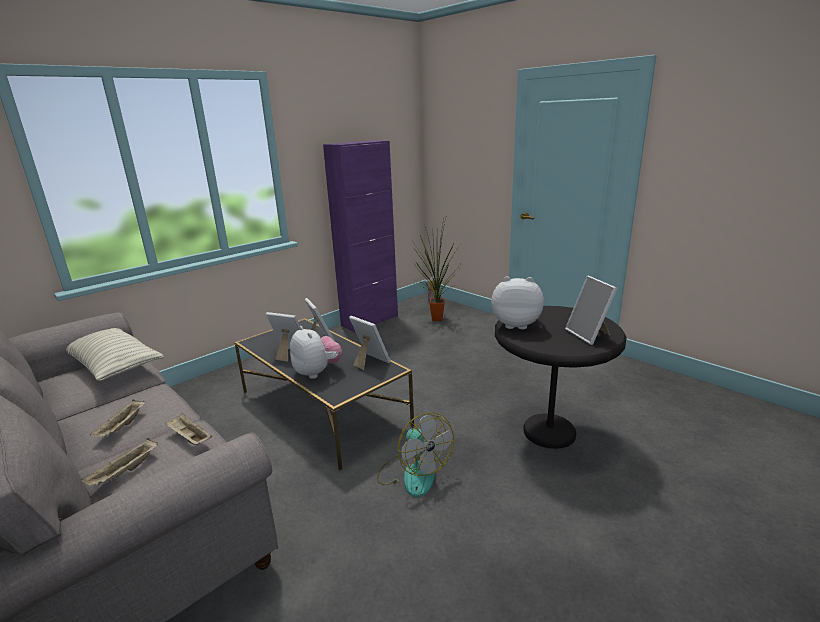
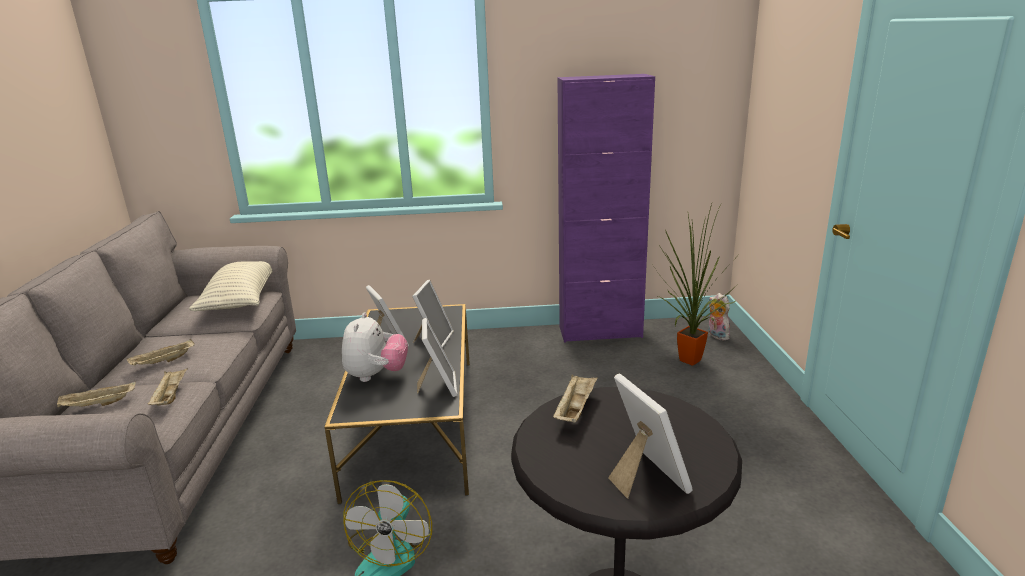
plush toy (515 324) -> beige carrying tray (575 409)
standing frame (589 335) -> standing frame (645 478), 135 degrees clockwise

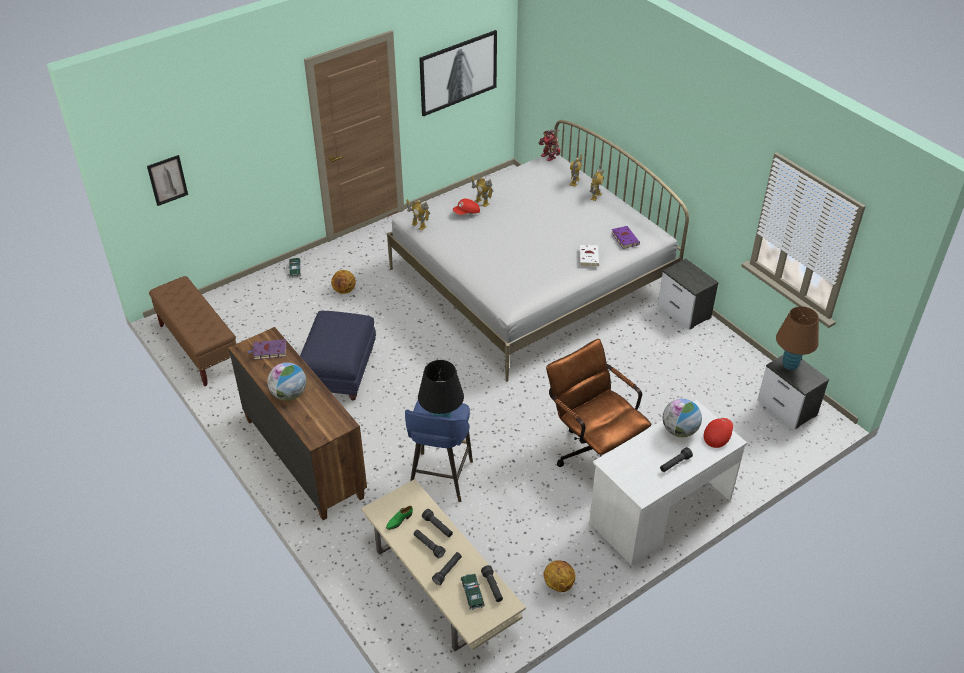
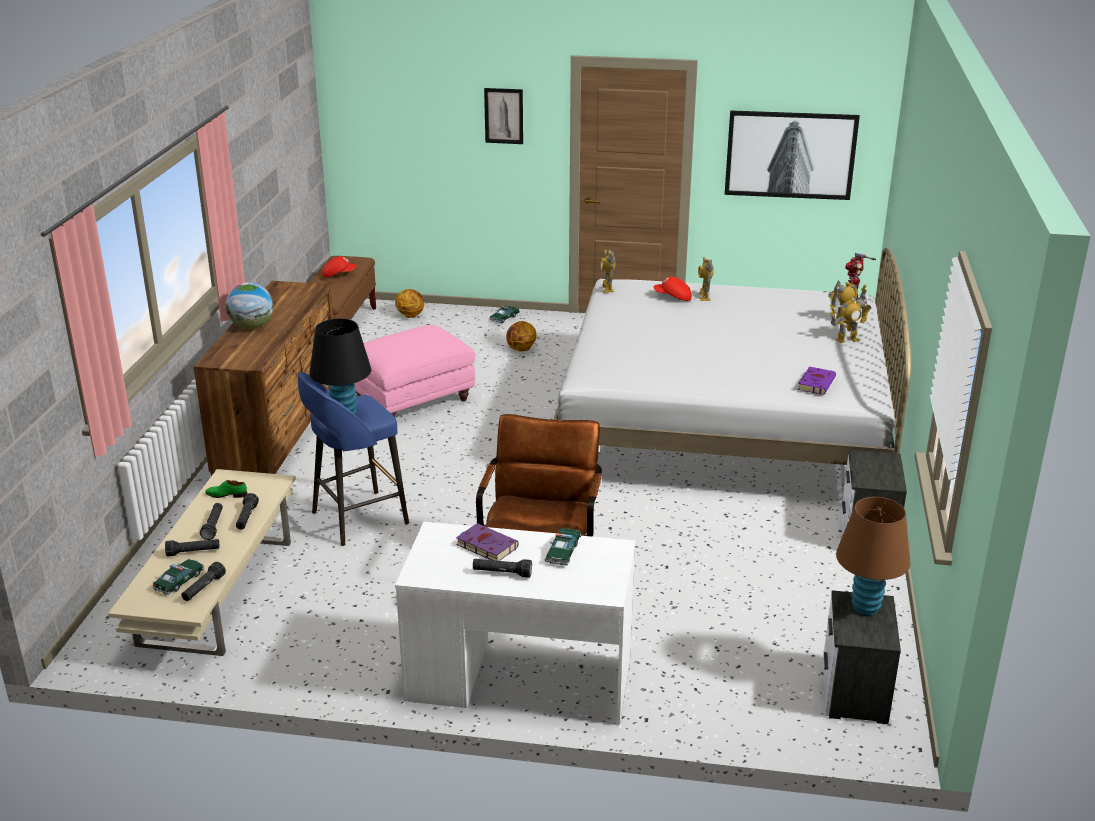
red-coloured peaked cap (717 436) -> red-coloured peaked cap (338 274), move
blue ottoman (339 371) -> pinkish ottoman (414 400)
ball for basketball (558 584) -> ball for basketball (410 316), move
purple-coloured volume (269 351) -> purple-coloured volume (485 545), move
wall art (167 180) -> wall art (504 116), move
globe (679 430) -> toy car (563 552)
white-coloured volume (588 257) -> none

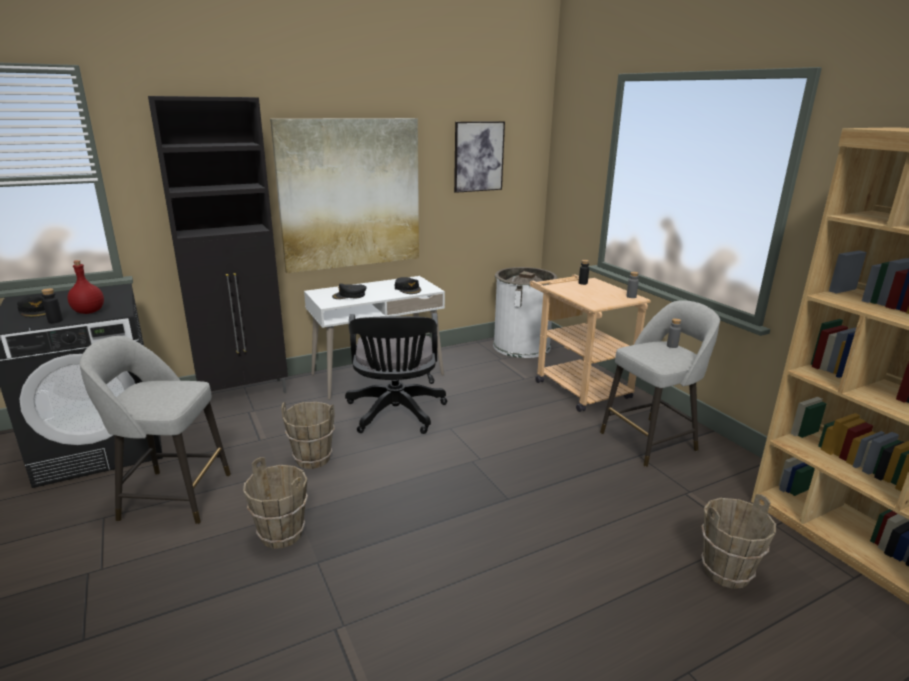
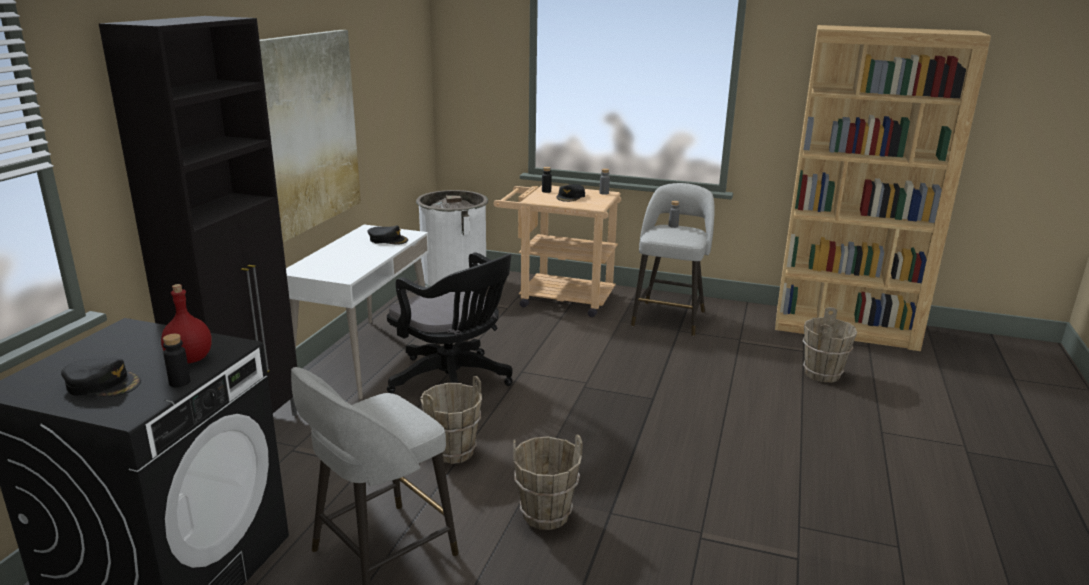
blackish peaked cap (349 295) -> blackish peaked cap (571 197), move
wall art (478 156) -> none

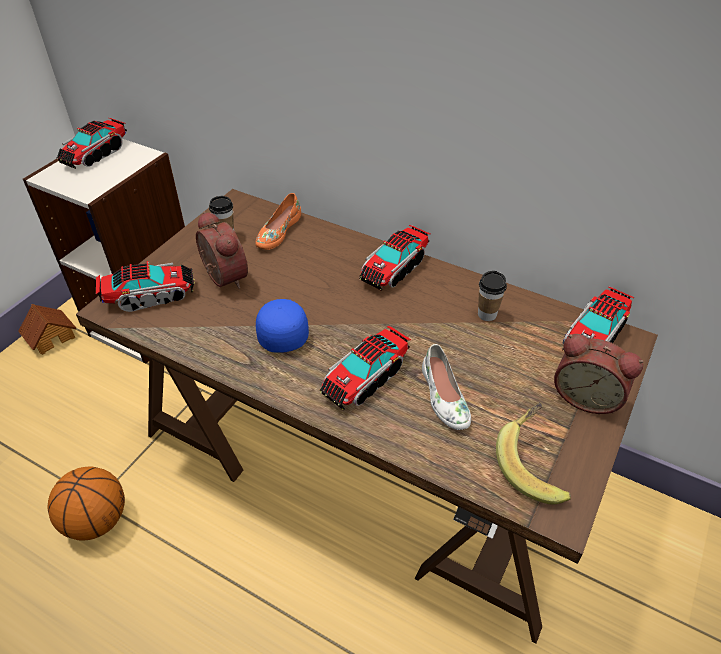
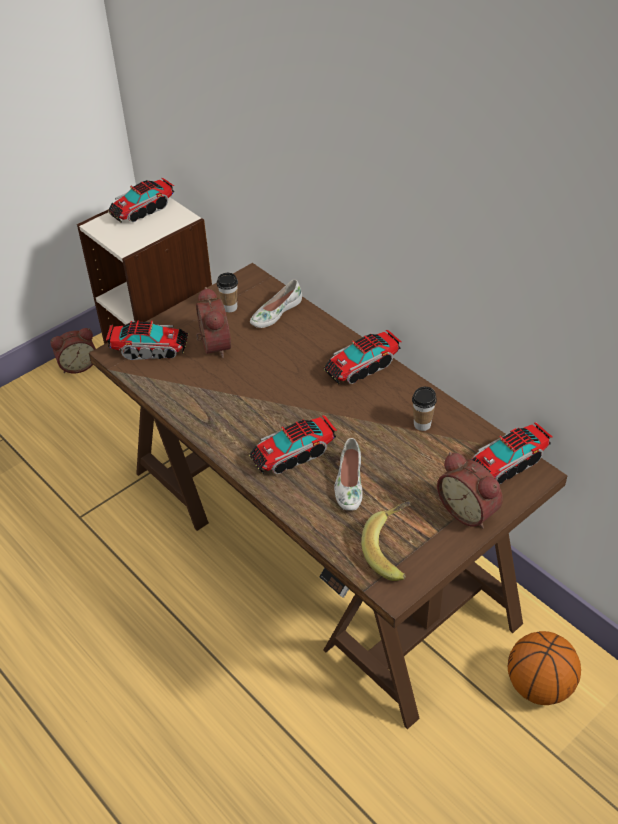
toy house (51 337) -> table clock (78 365)
orangey shoe (278 231) -> white-coloured shoe (275 312)
ball for basketball (97 520) -> ball for basketball (539 686), move
blue peaked cap (280 330) -> none

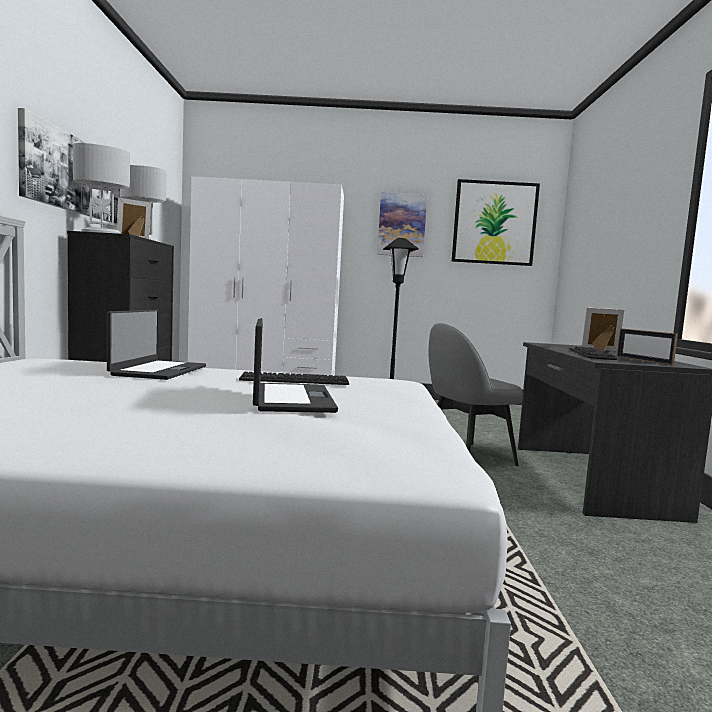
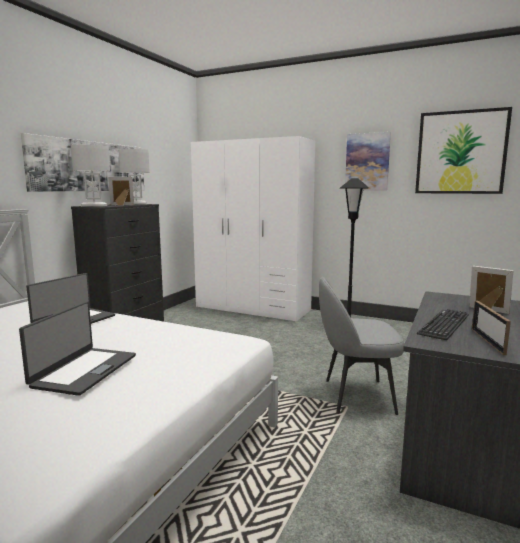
computer keyboard (295 380) -> none

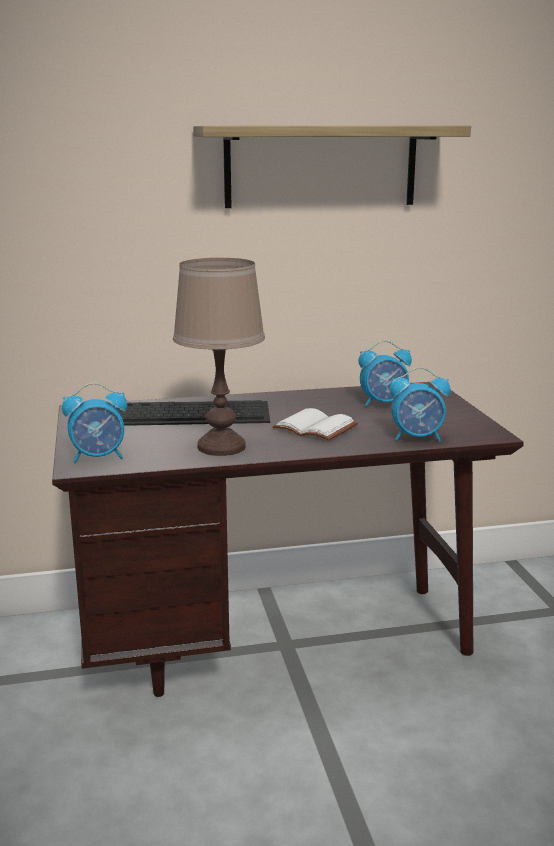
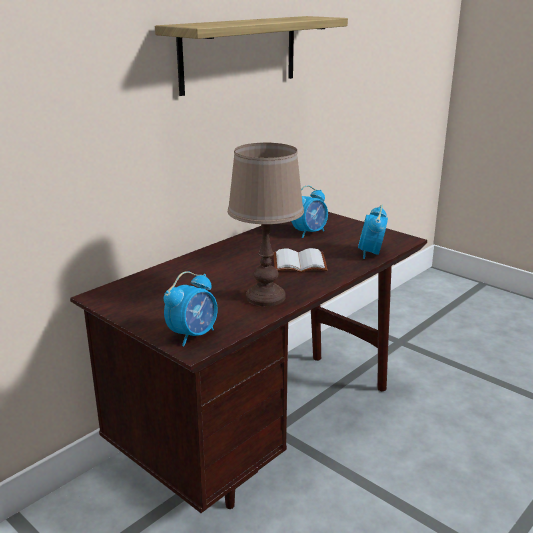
table clock (417 438) -> table clock (371 253), 135 degrees clockwise
computer keyboard (190 414) -> none

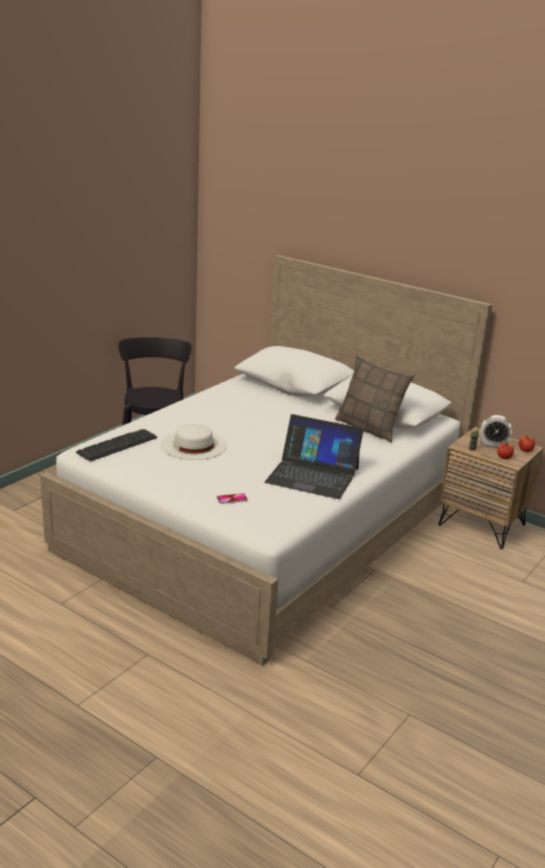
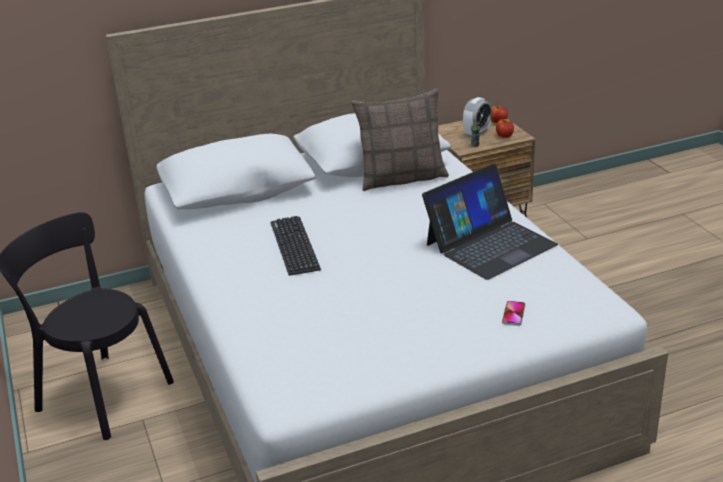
computer keyboard (117 445) -> computer keyboard (294 246), move
white-coloured clothing hat (193 445) -> none

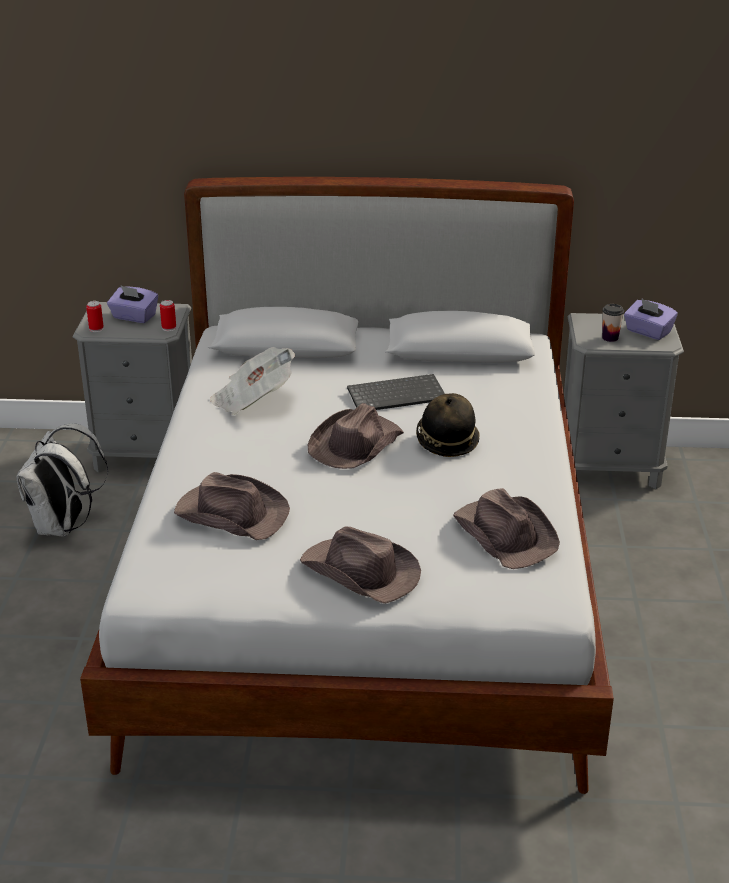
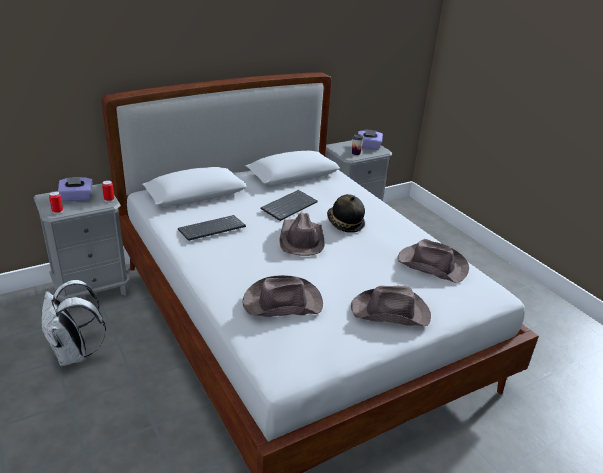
printed paper (253 400) -> computer keyboard (211 230)

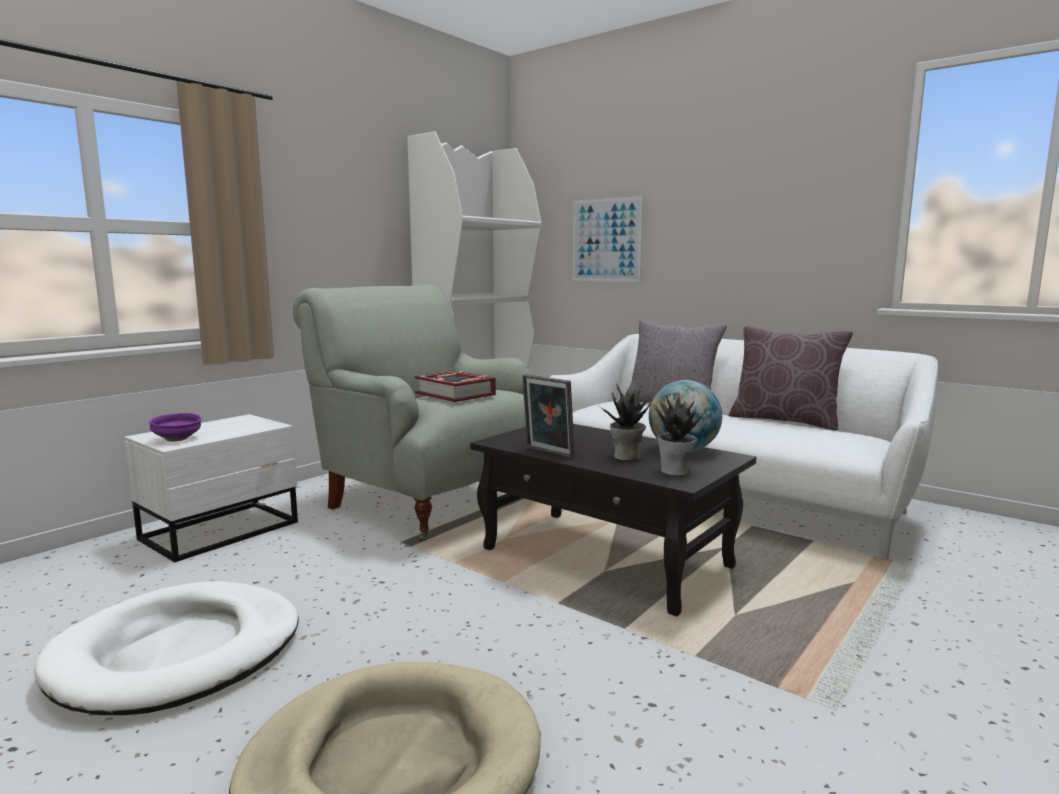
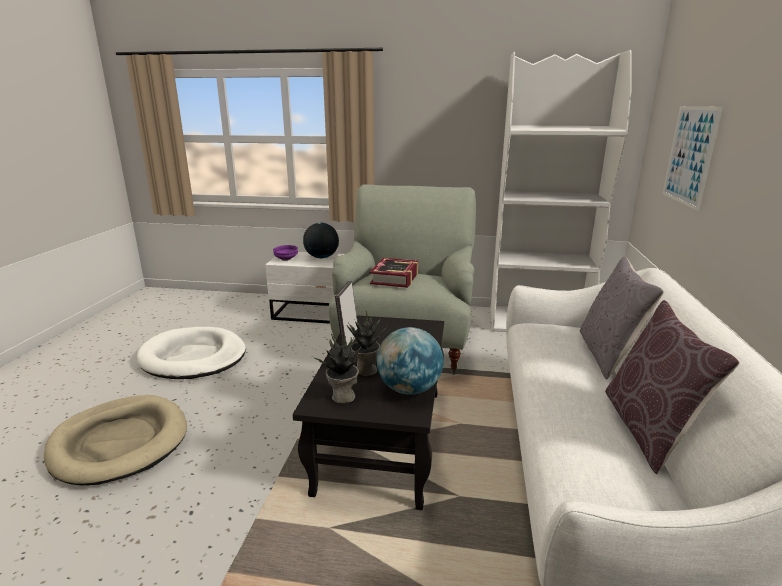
none -> globe (321 257)

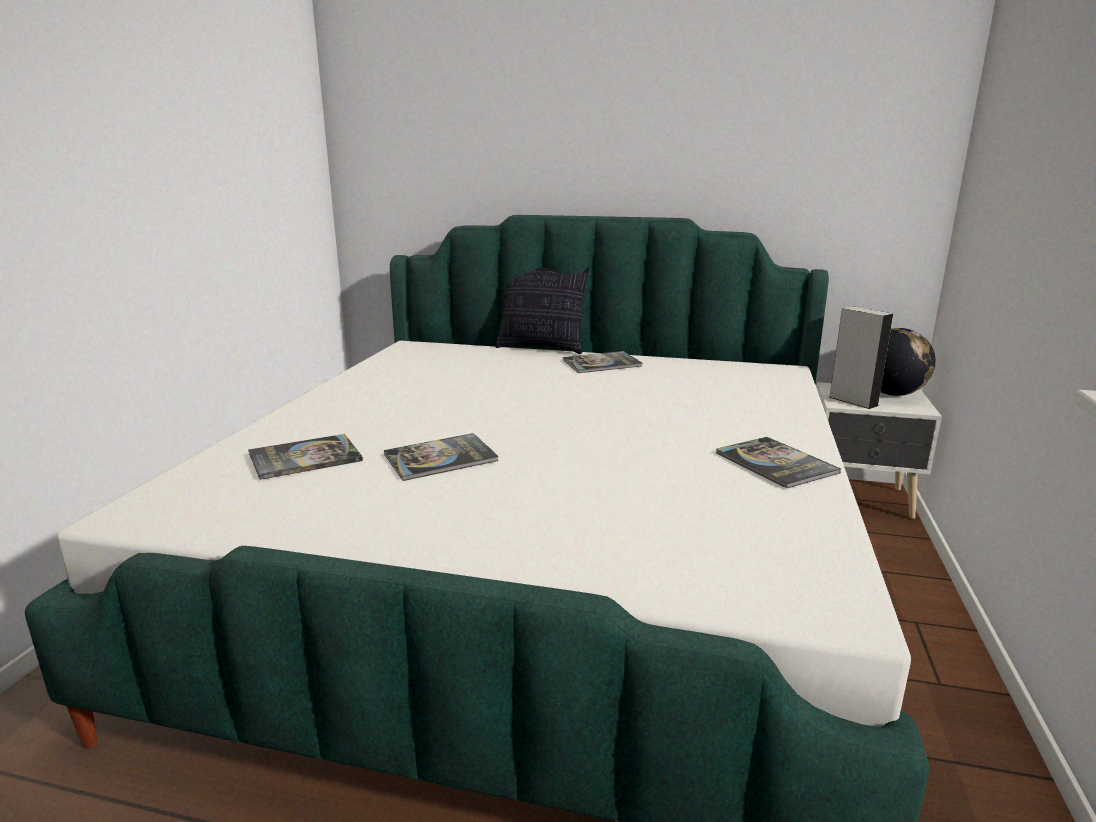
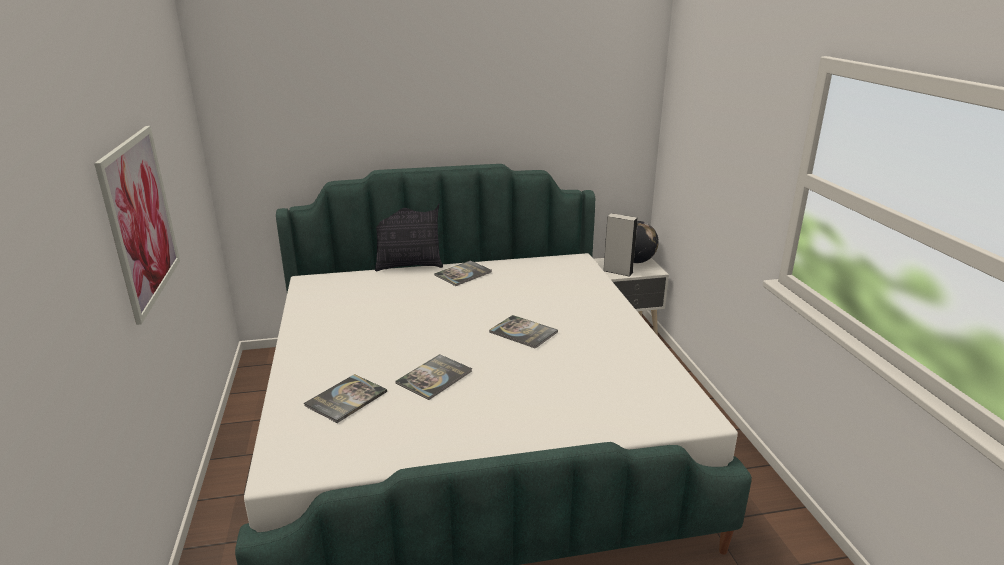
none -> wall art (141 219)
volume (775 463) -> volume (523 332), move

